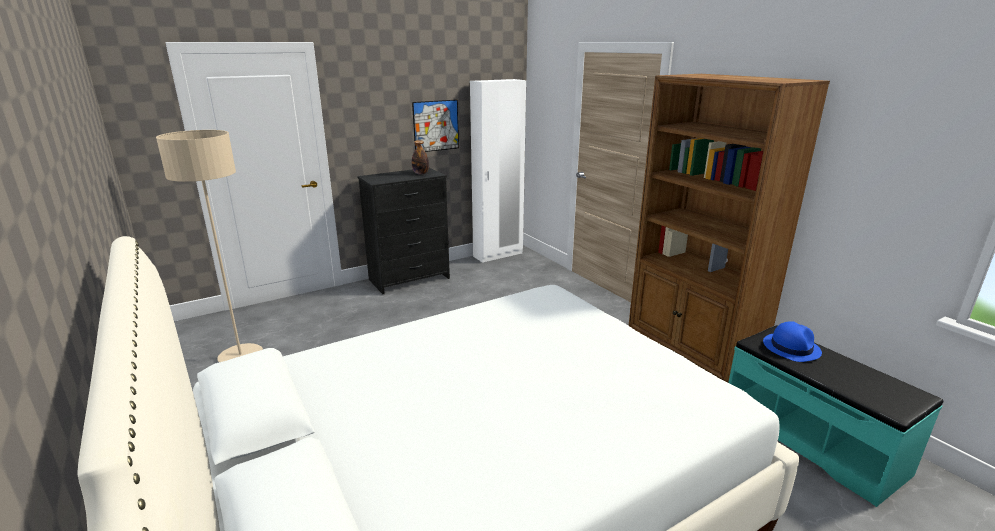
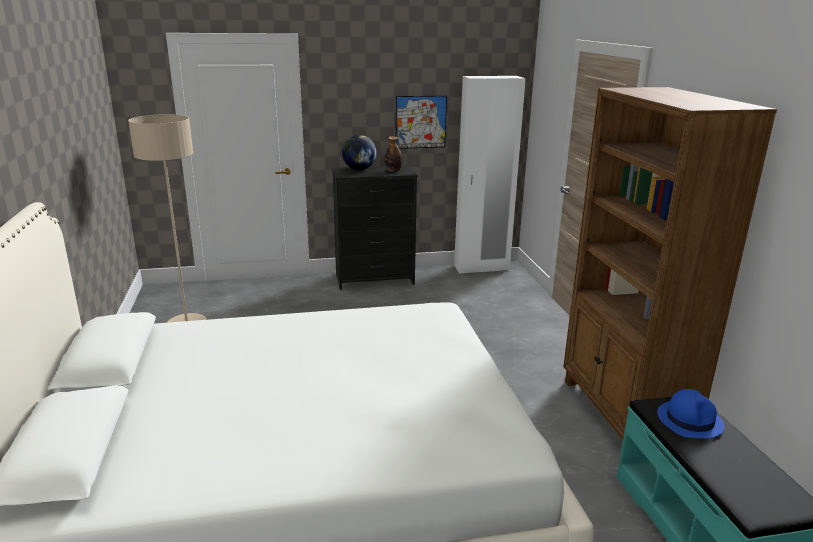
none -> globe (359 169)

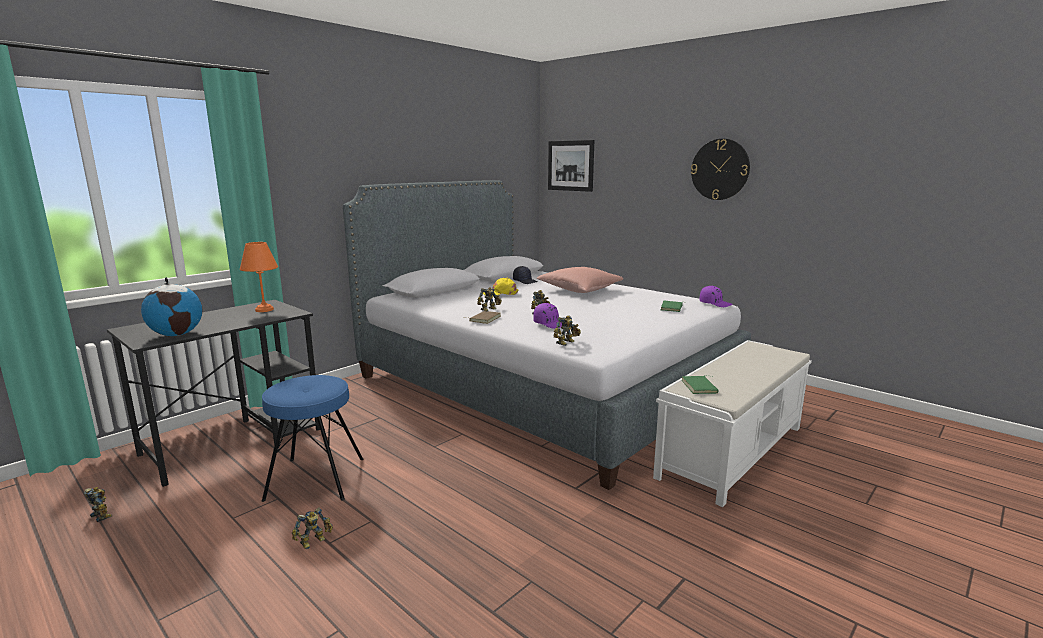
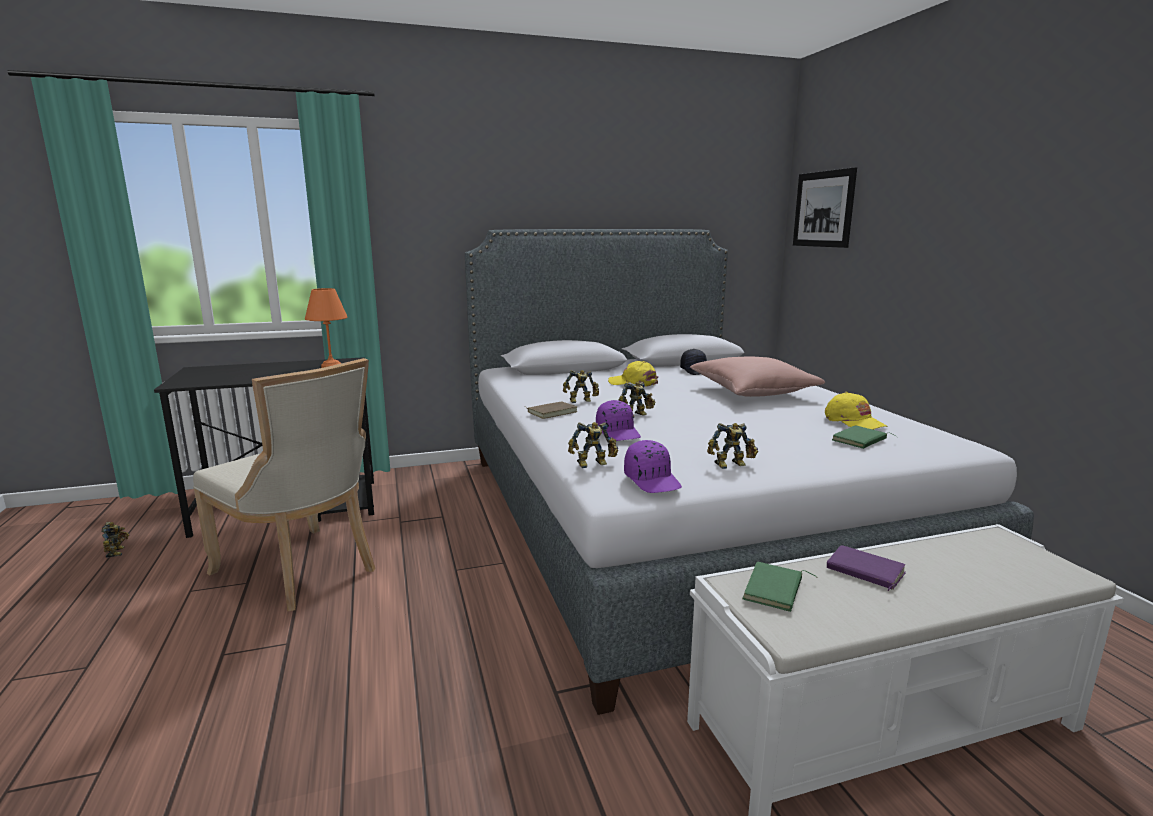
blue stool (315 479) -> beige upright chair (302 571)
purple-coloured peaked cap (715 303) -> purple-coloured peaked cap (653 480), move
robot figure (314 542) -> robot figure (732 465), move
none -> yellow peaked cap (854 422)
none -> purple-coloured volume (864 572)
globe (177 334) -> none
wall clock (720 169) -> none

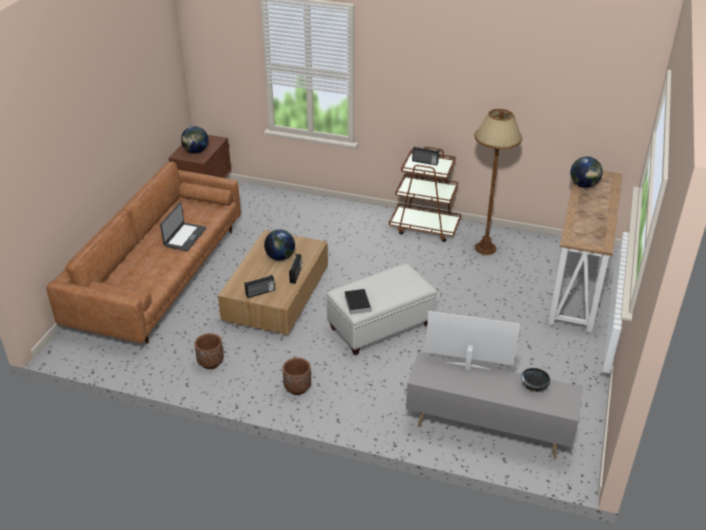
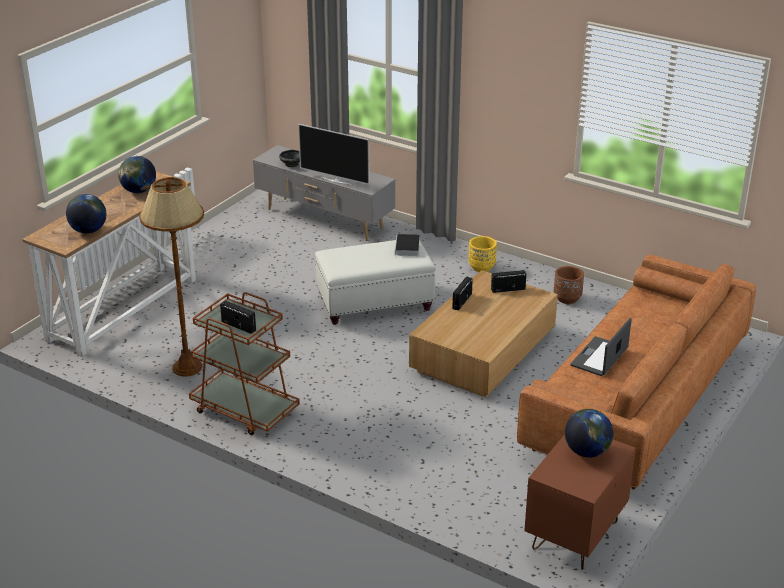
globe (280 257) -> globe (139 191), move
brownish plant pot (297 388) -> yellow plant pot (482 267)

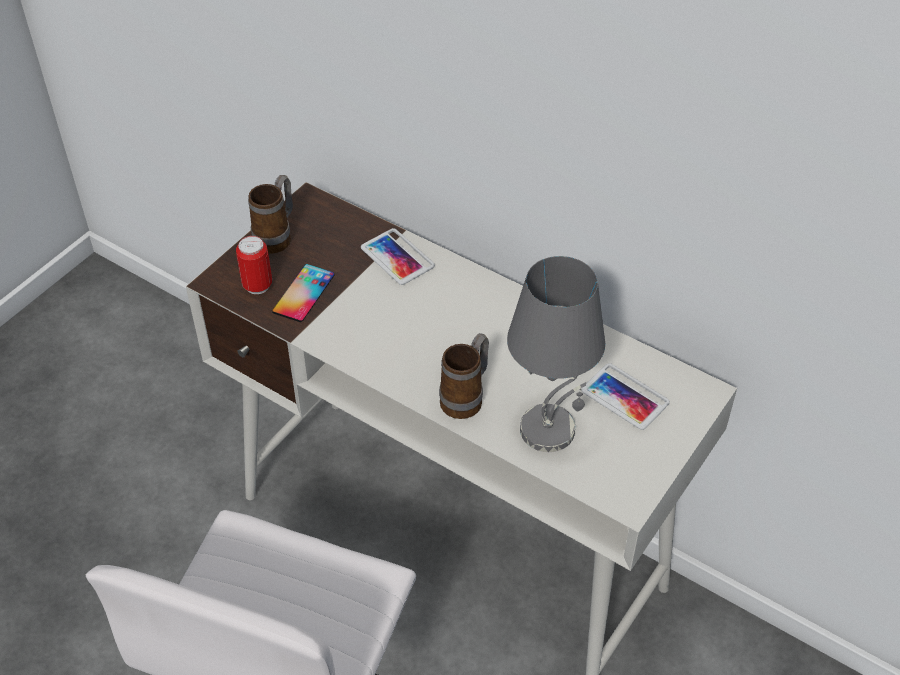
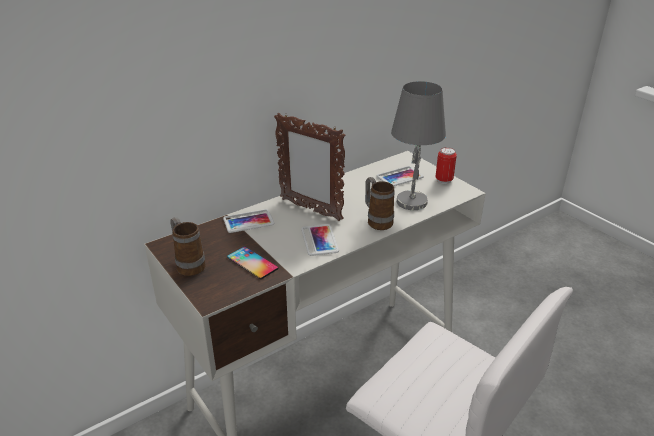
none -> standing frame (310 209)
none -> phone (319 240)
sealed can (257 285) -> sealed can (444 180), move

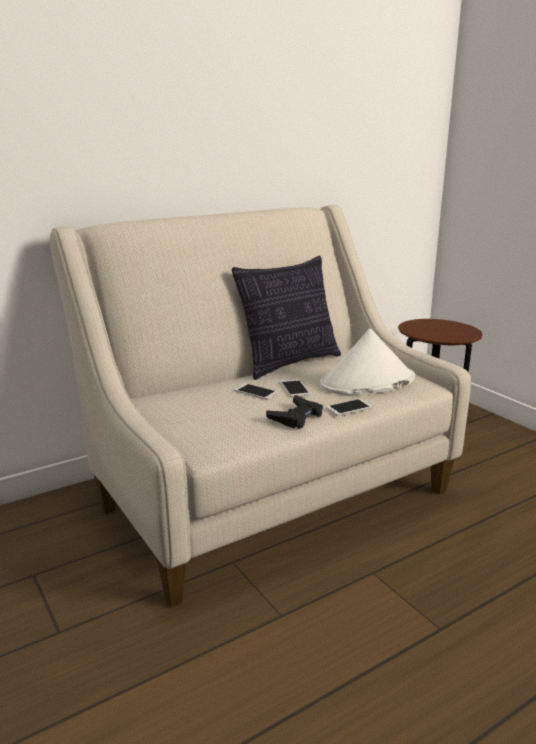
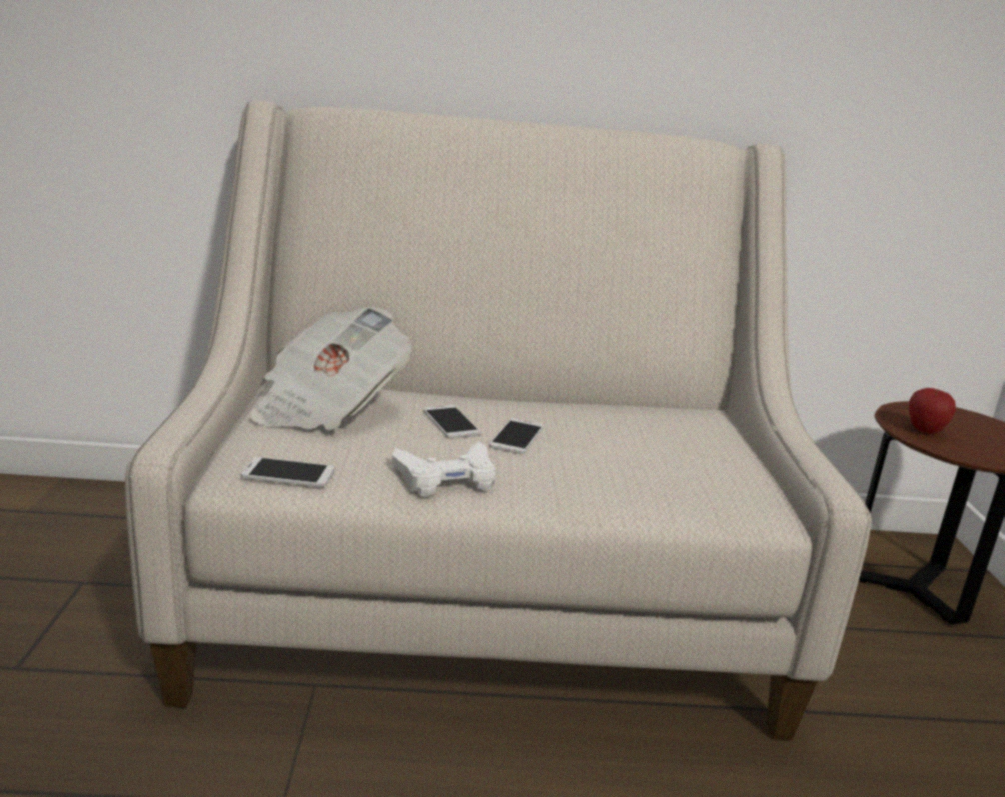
phone (349 408) -> phone (288 473), move
none -> printed paper (327 407)
blackish game controller (296 417) -> white-coloured game controller (447 478)
none -> apple (925 431)
cushion (289 363) -> none
white-coloured clothing hat (367 382) -> none

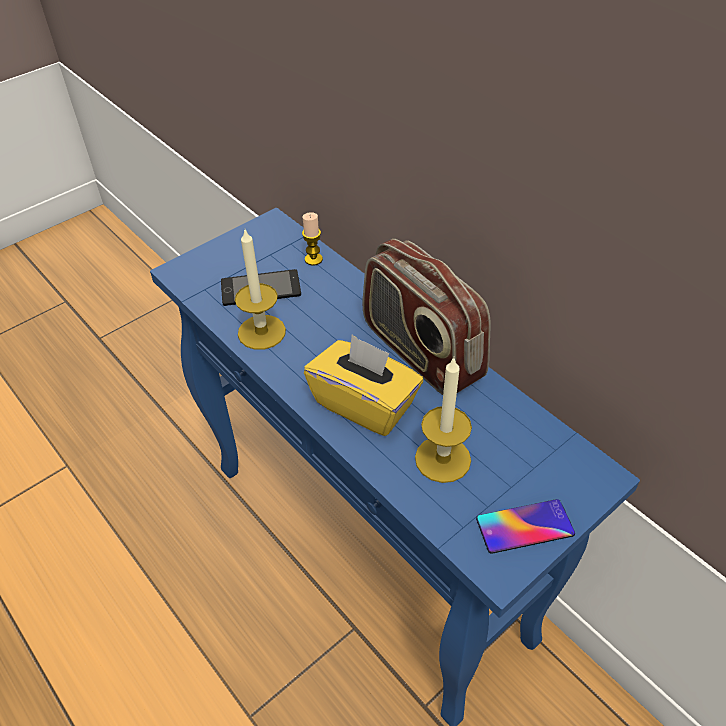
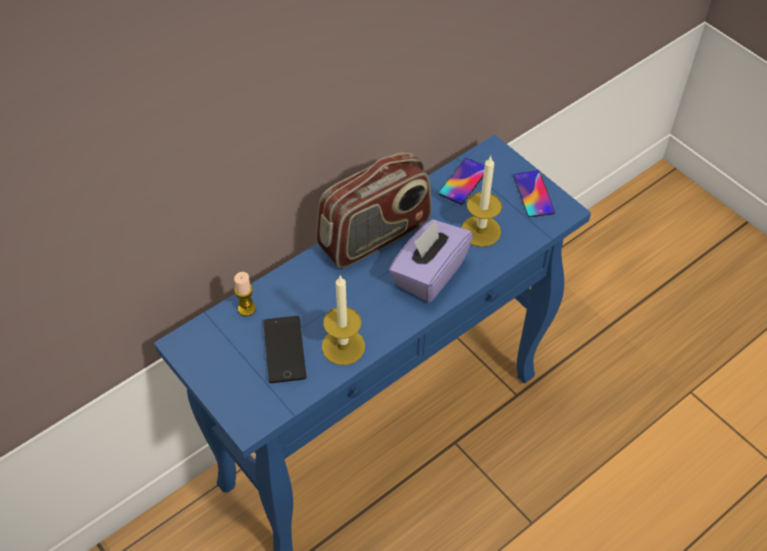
yellow tissue box (365 404) -> purple-coloured tissue box (429 274)
none -> phone (463 181)

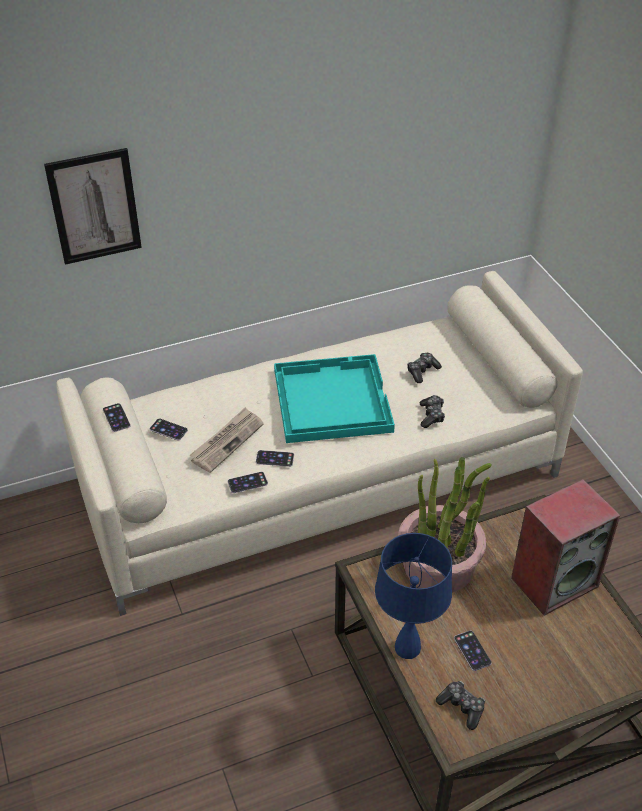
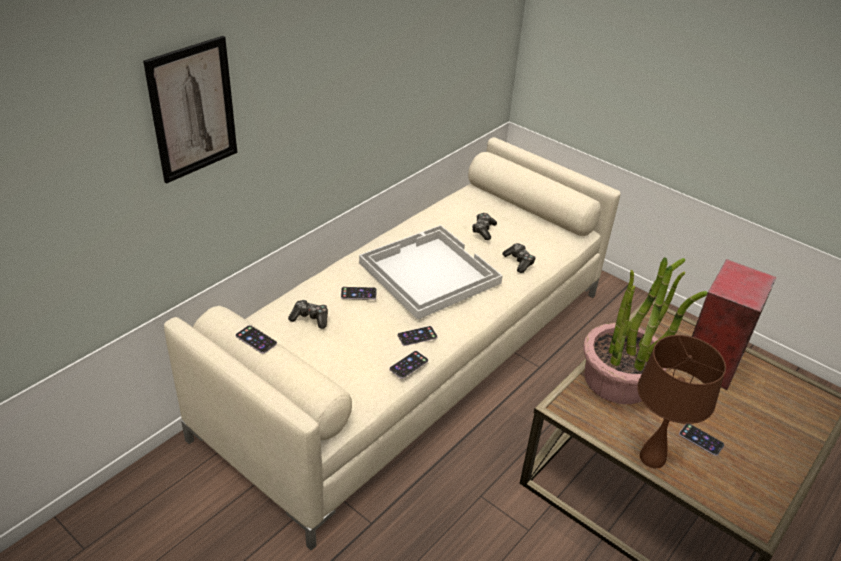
game controller (462 707) -> game controller (310 318), move
phone (168 429) -> phone (358 293), move
blue-green carrying tray (331 400) -> white-coloured carrying tray (428 272)
blue tabletop lamp (407 648) -> brownish tabletop lamp (652 458)
printed paper (227 441) -> none

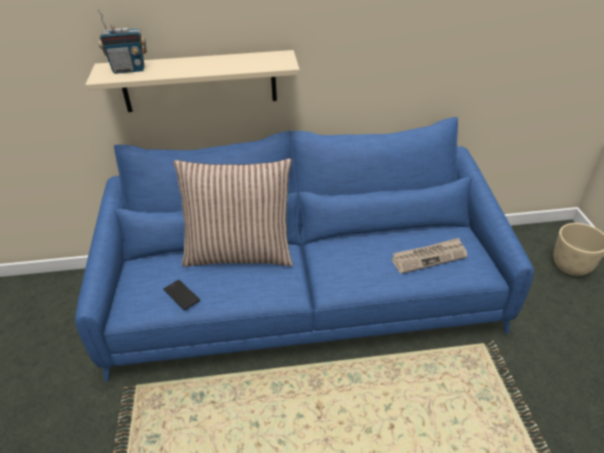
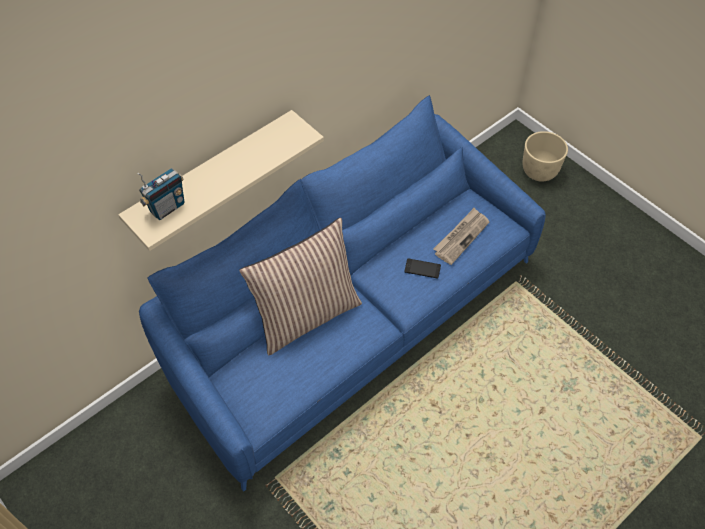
phone (181 295) -> phone (422 268), move

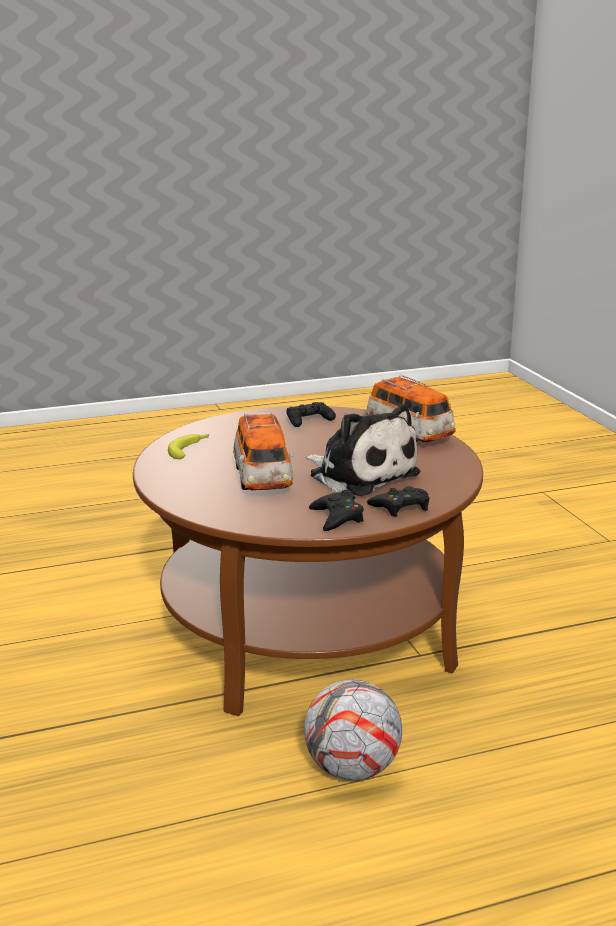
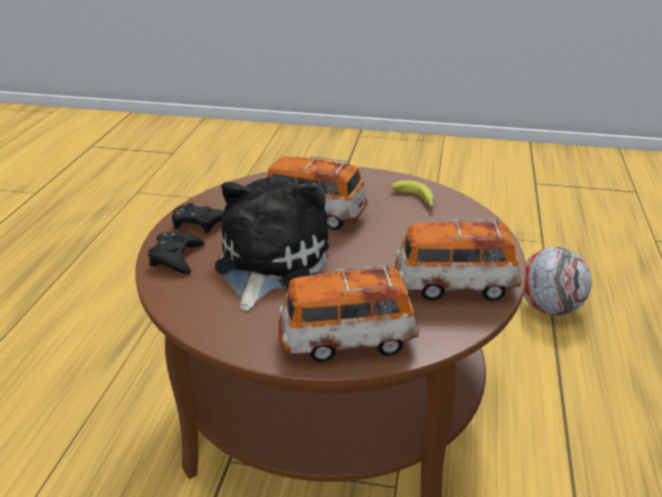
plush toy (360 474) -> plush toy (268 263), 120 degrees clockwise
blackish game controller (309 420) -> toy car (454 285)
football (351 769) -> football (549 308), move

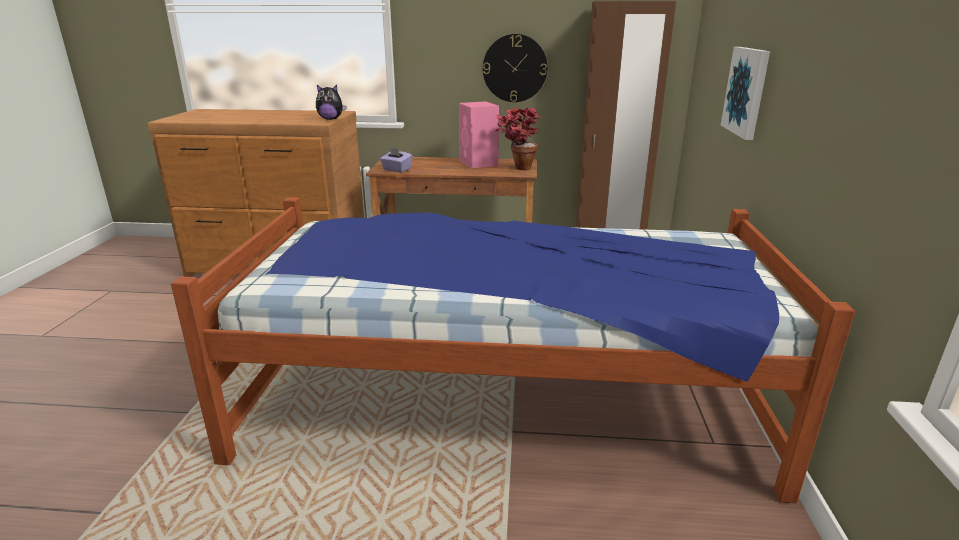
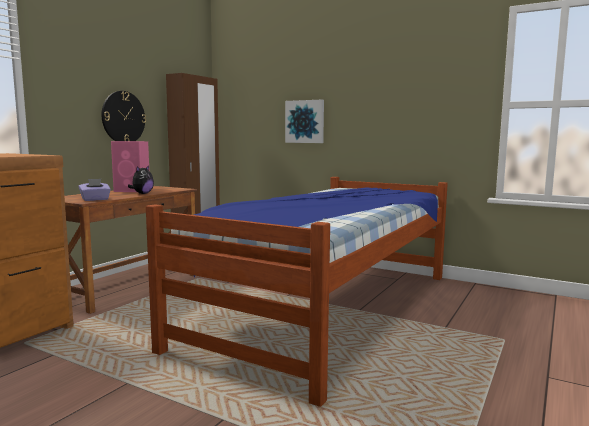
plush toy (331 119) -> plush toy (142 193), move
potted plant (517 168) -> none

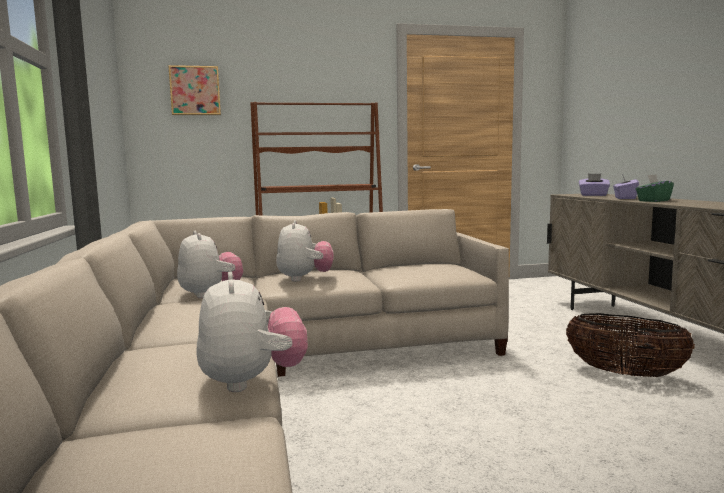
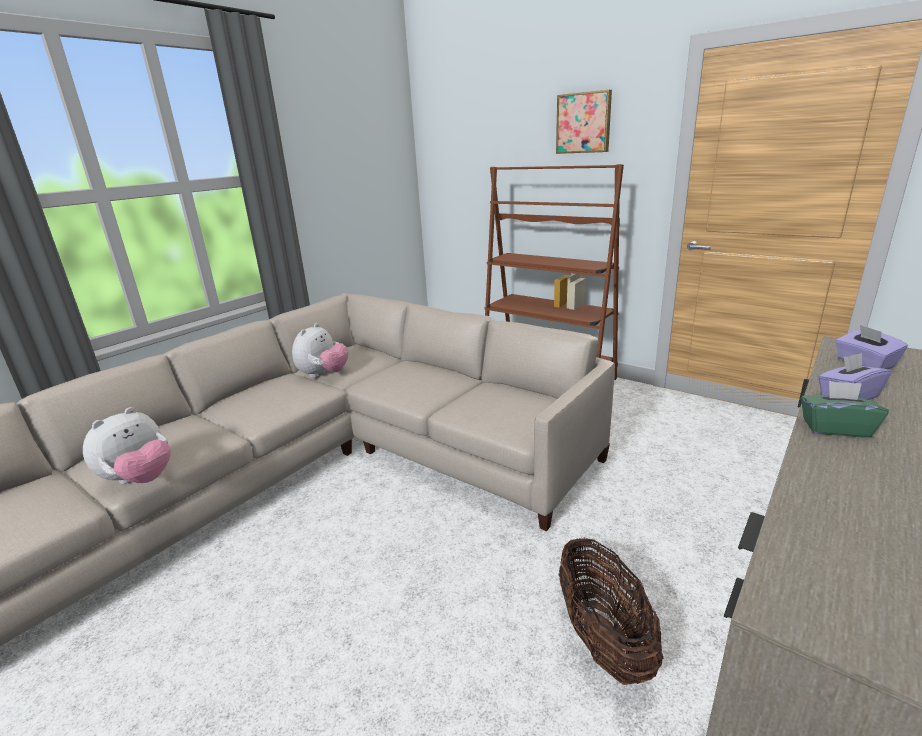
wall art (195 91) -> wall art (584 123), move
plush toy (304 278) -> none

